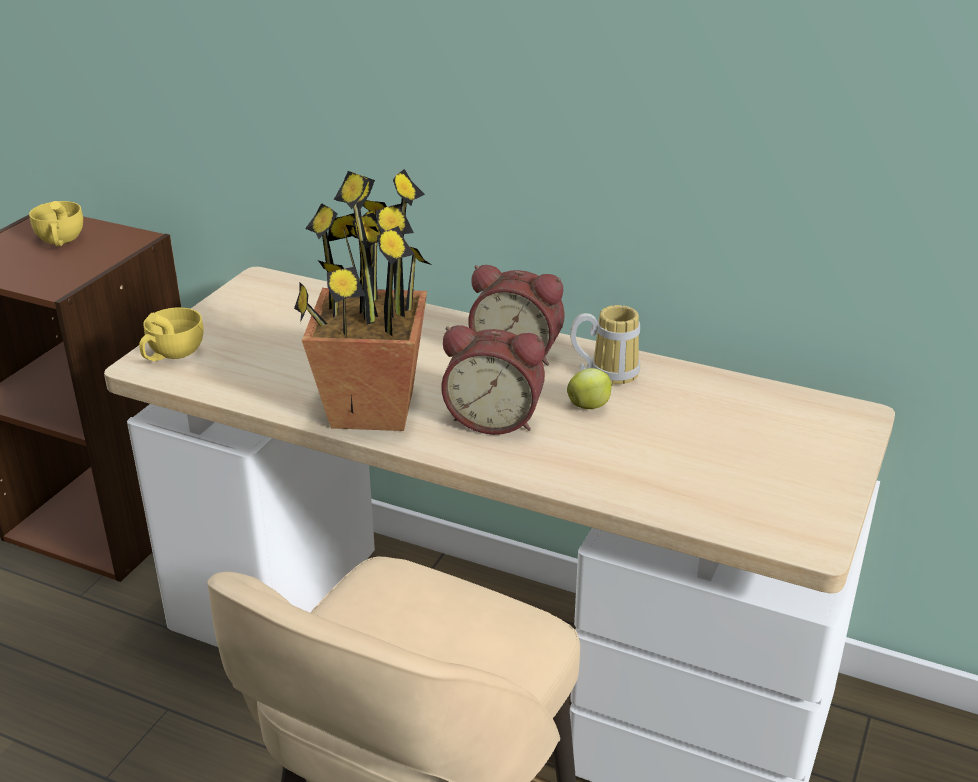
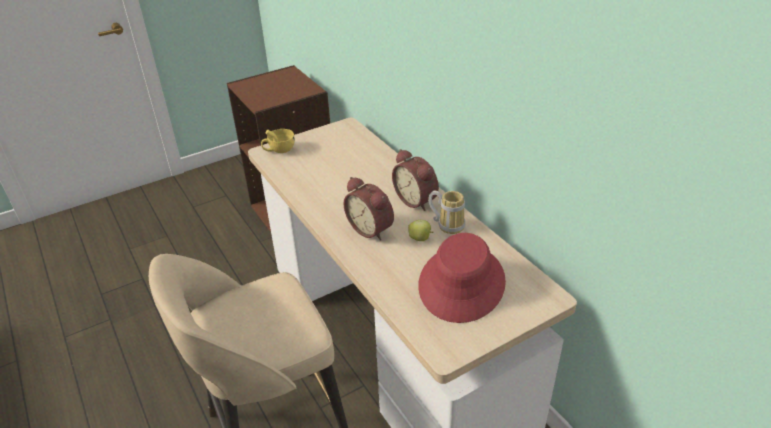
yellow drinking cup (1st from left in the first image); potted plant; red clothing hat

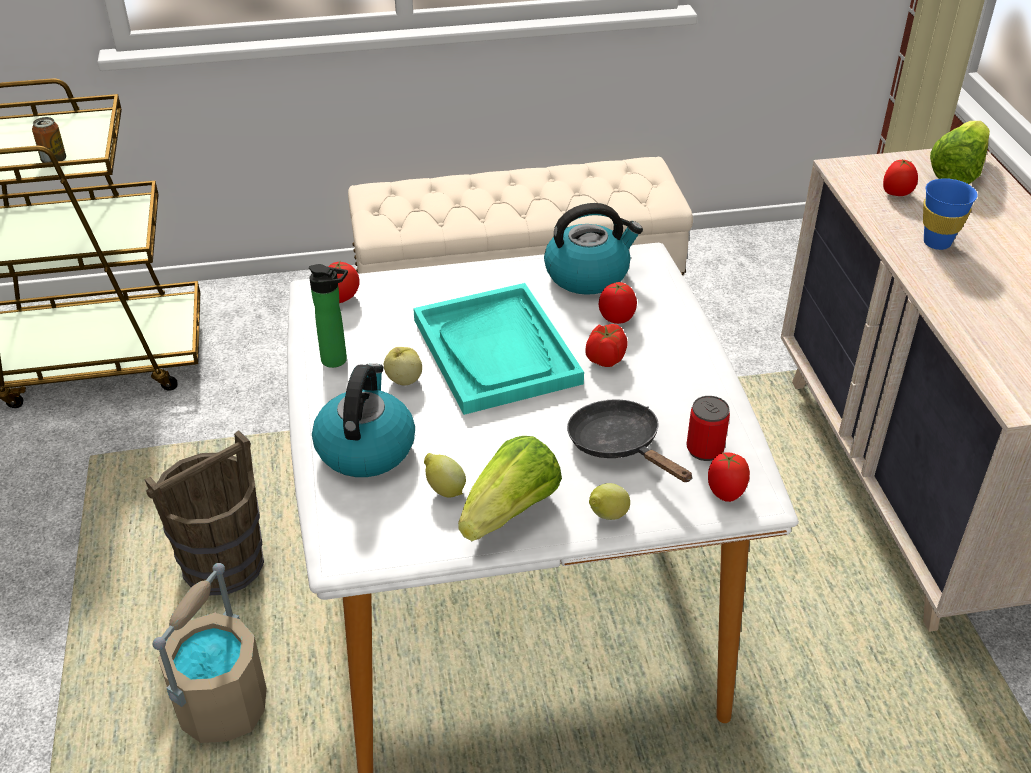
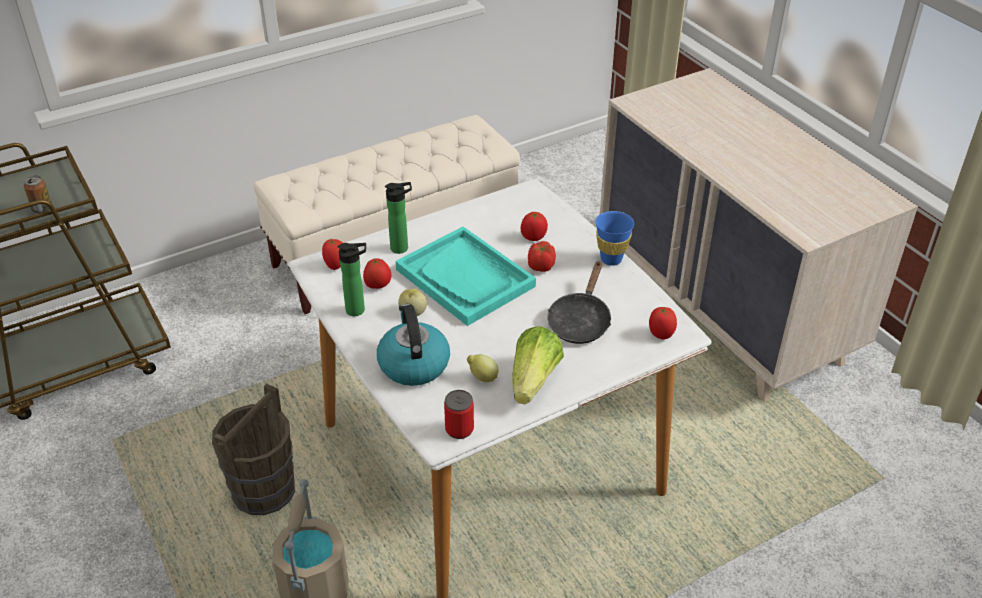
kettle (2nd from left in the first image); citrus fruit (2nd from left in the first image); lettuce head (2nd from left in the first image); beverage bottle (2nd from left); can (2nd from left); whole tomato (2nd from left); bluish drinking cup; black frying pan

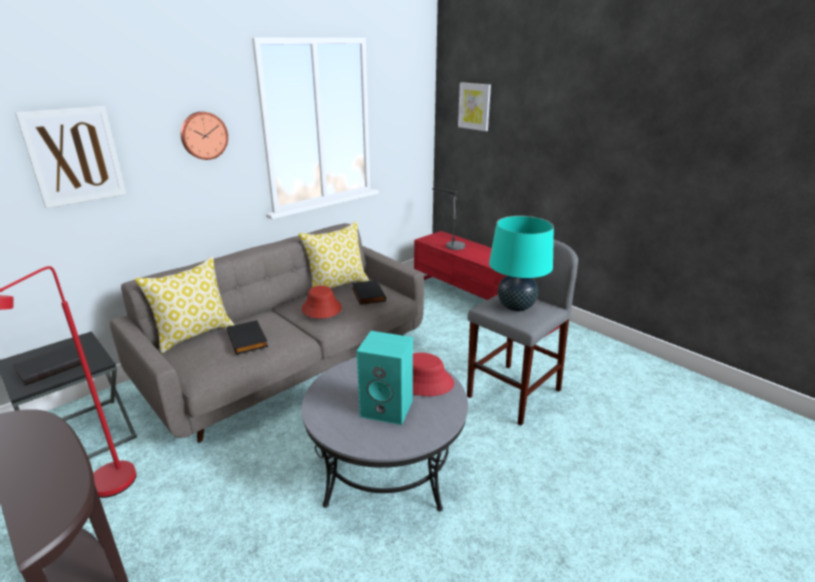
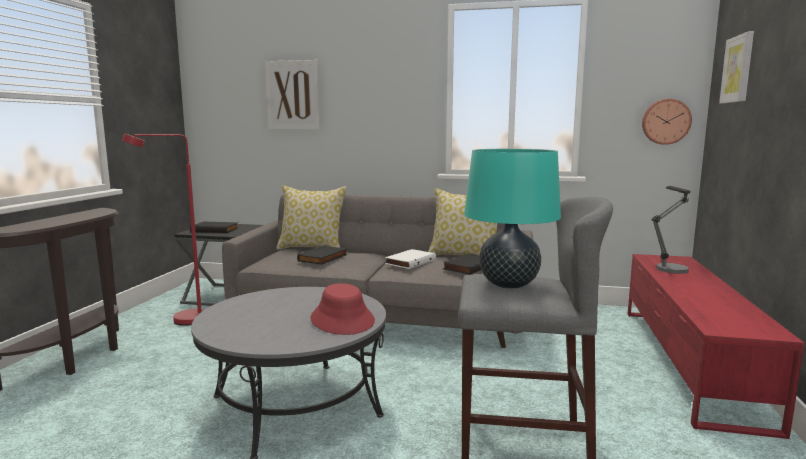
turquoise loudspeaker; hanging clock; whitish bound book

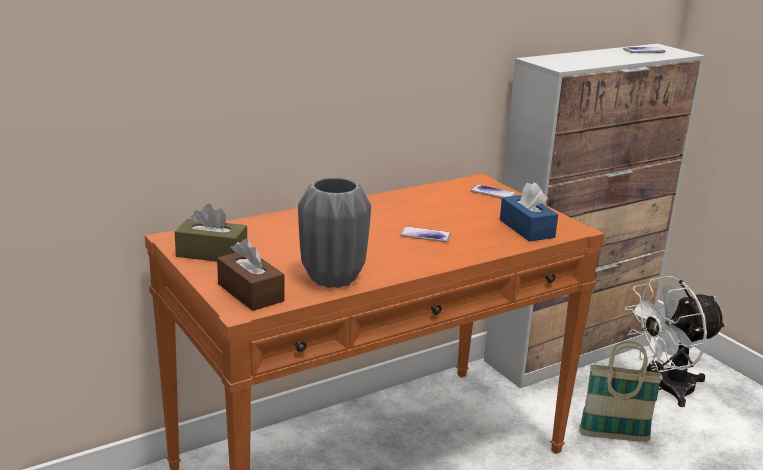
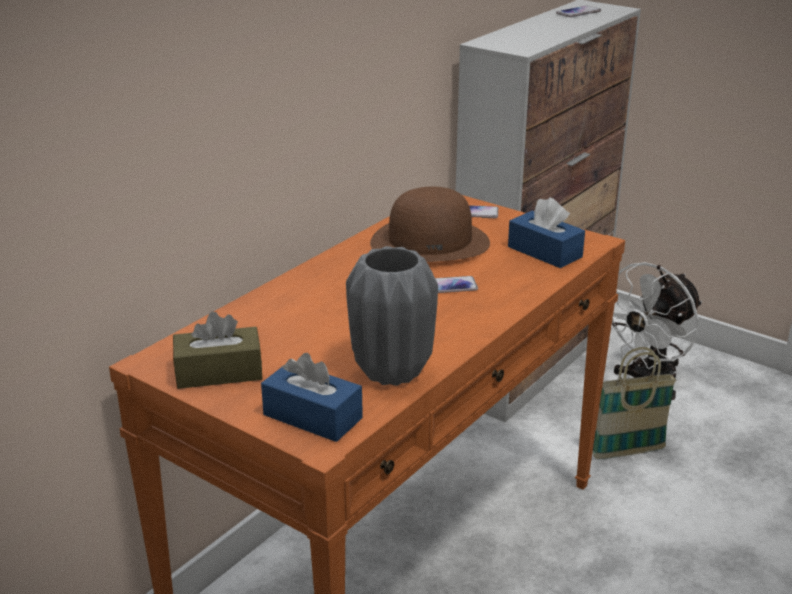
brown-coloured clothing hat; bluish tissue holder (1st from left)

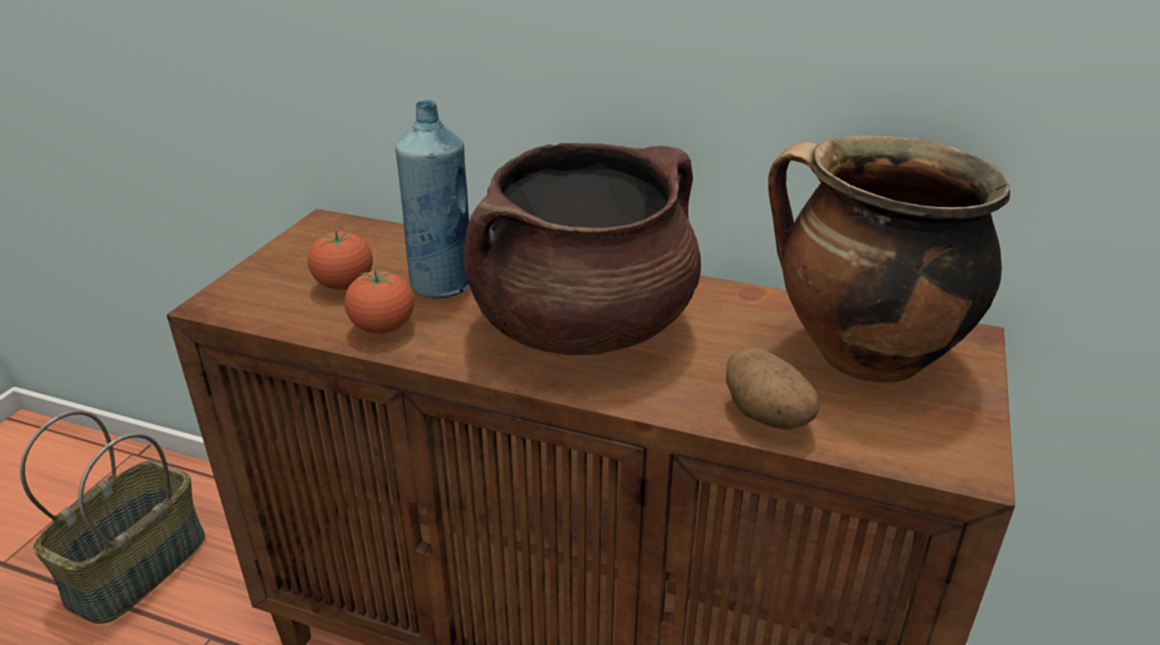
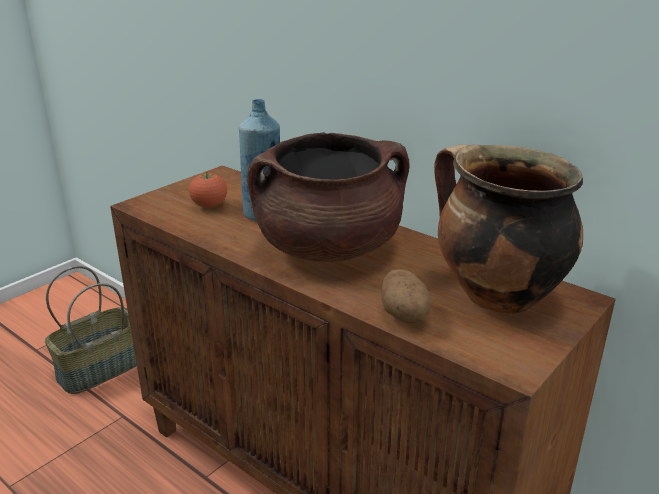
whole tomato (2nd from left in the first image)

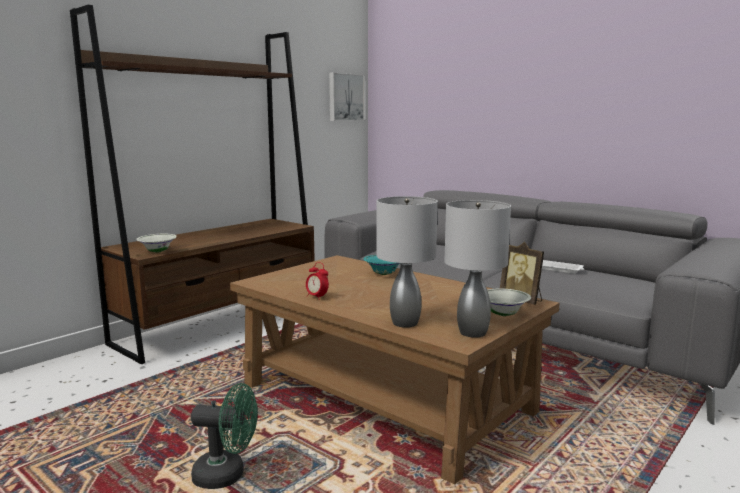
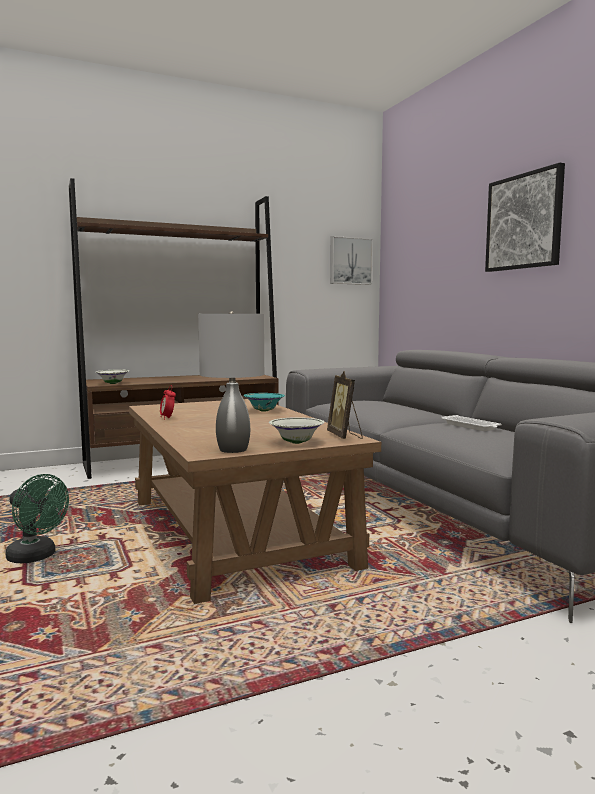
grey lamp for a table (1st from left in the first image); wall art (2nd from left)

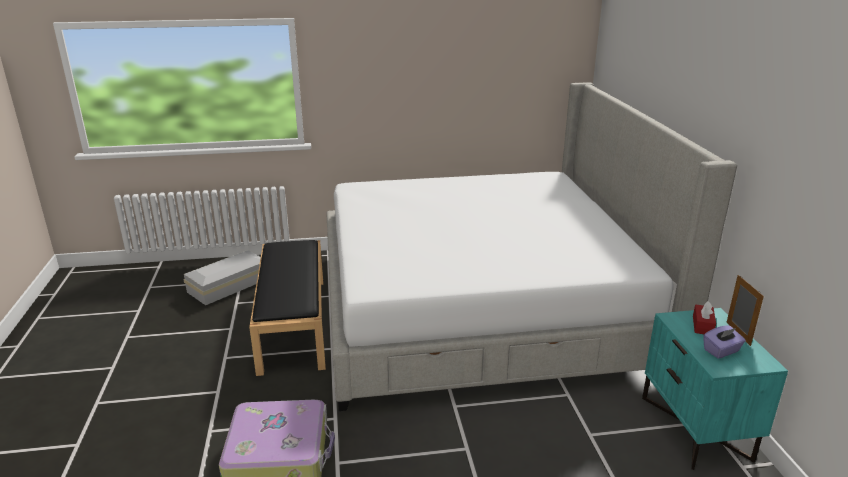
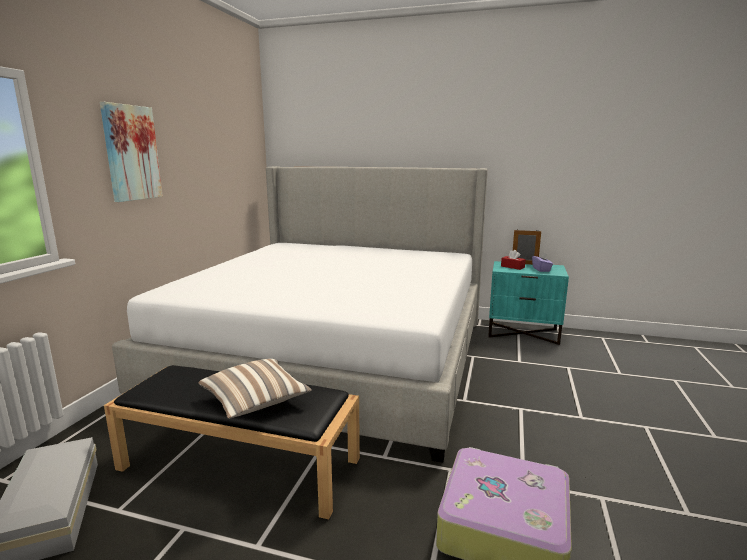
wall art; pillow

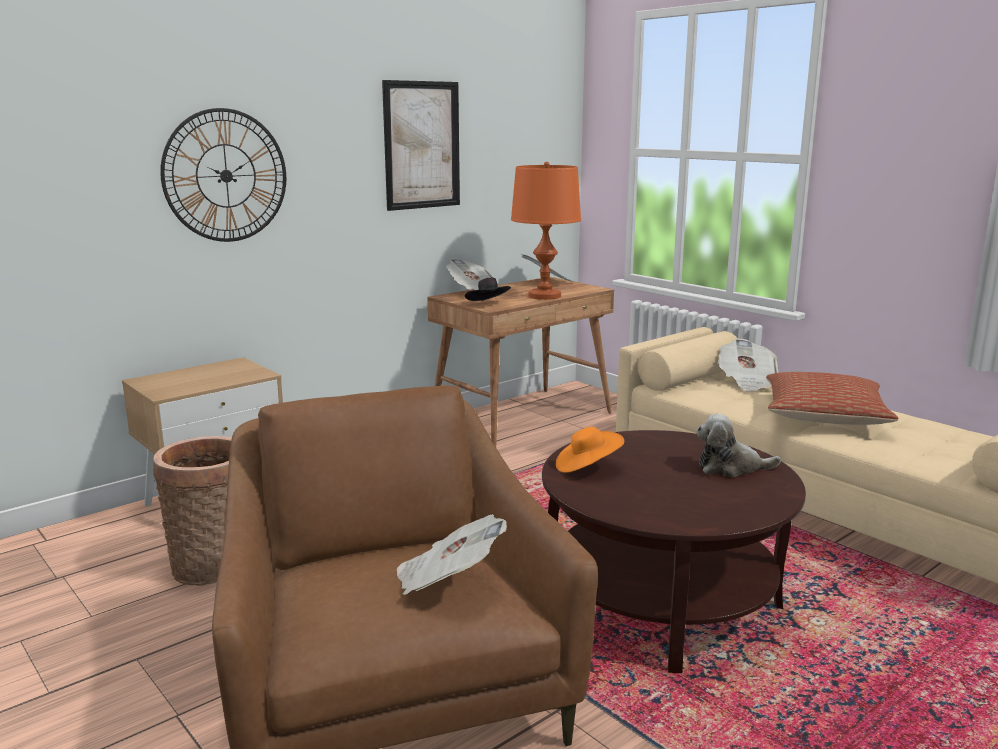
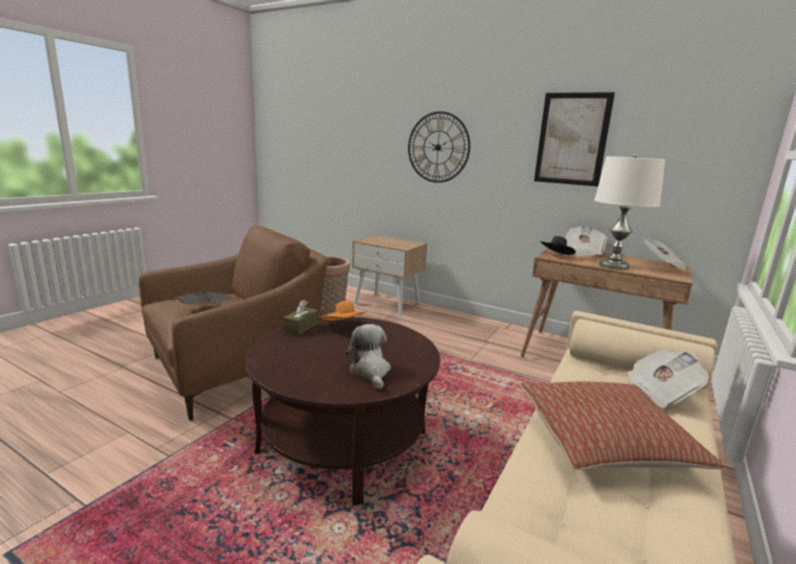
brown-coloured tissue holder; whitish lamp for a table

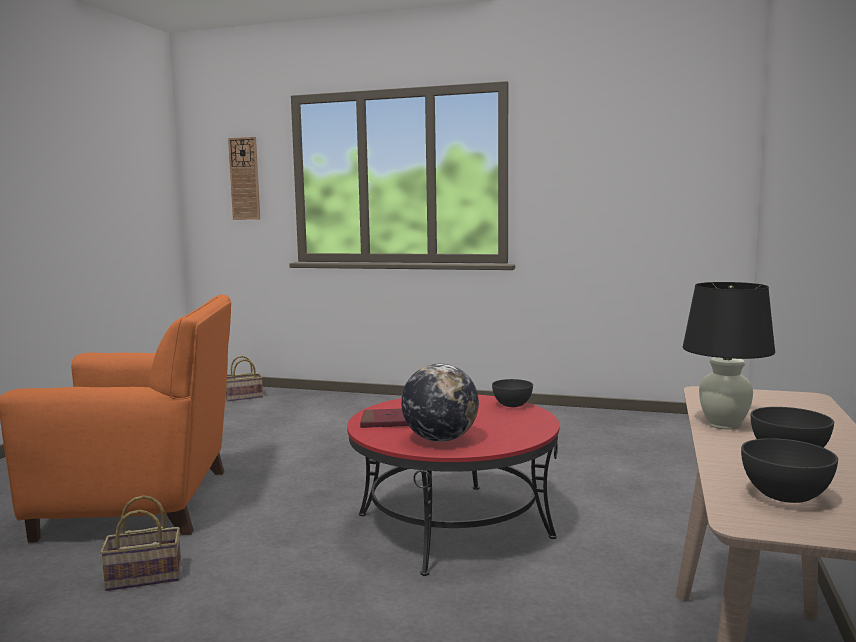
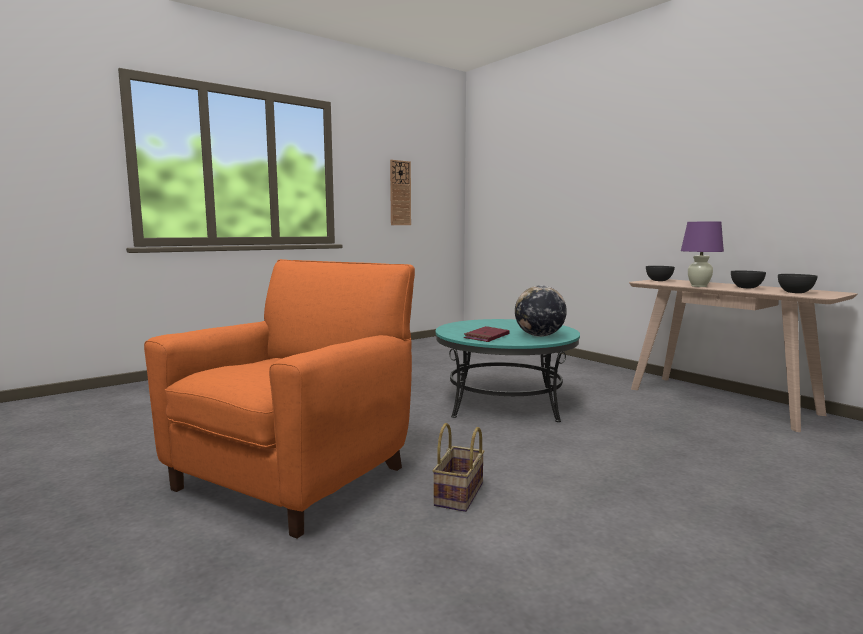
basket (2nd from left in the first image); hanging clock; grey bowl (1st from left); turquoise coffee table; purple lamp for a table

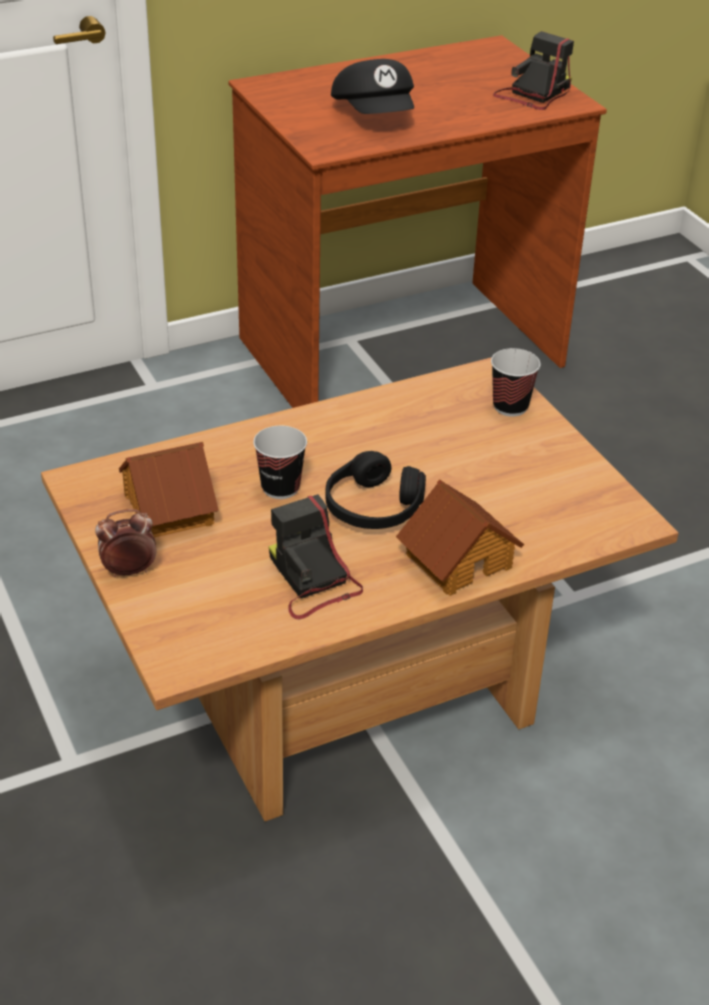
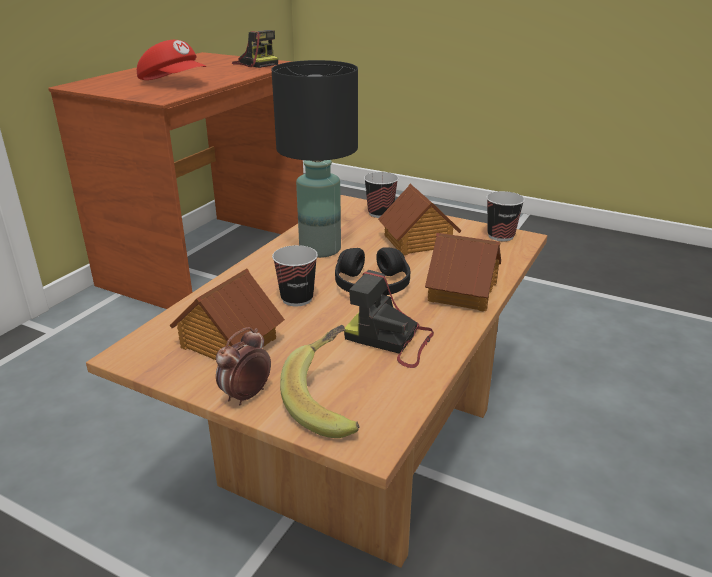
black lamp for a table; banana fruit; model house (2nd from left); drinking cup (3rd from left); red baseball cap; still camera (1st from left)

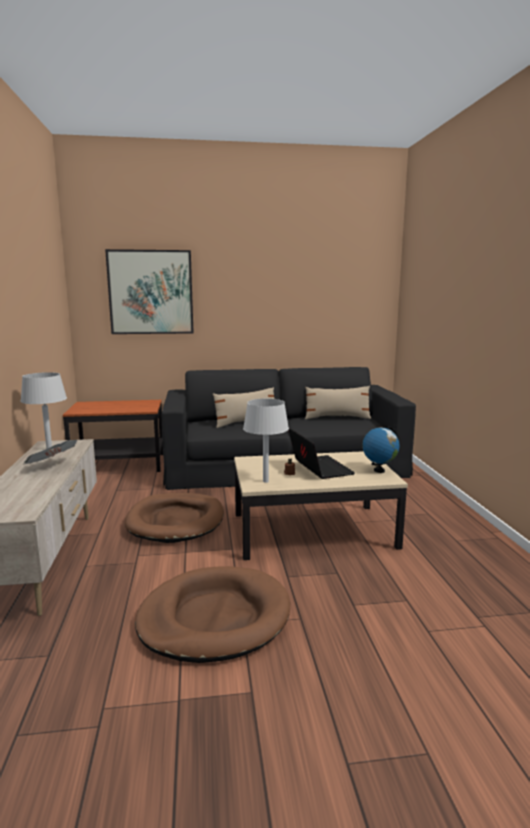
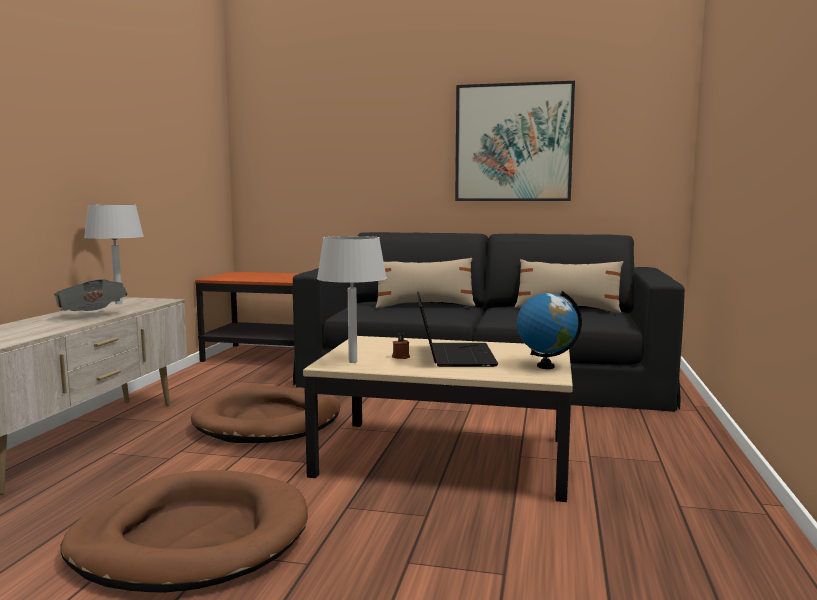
wall art

